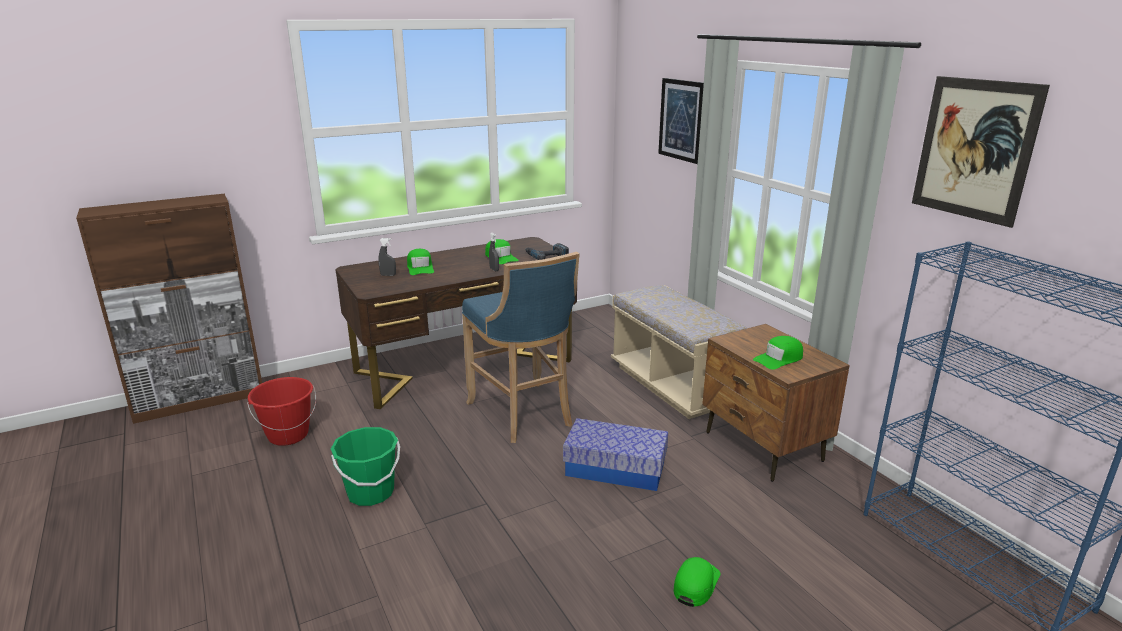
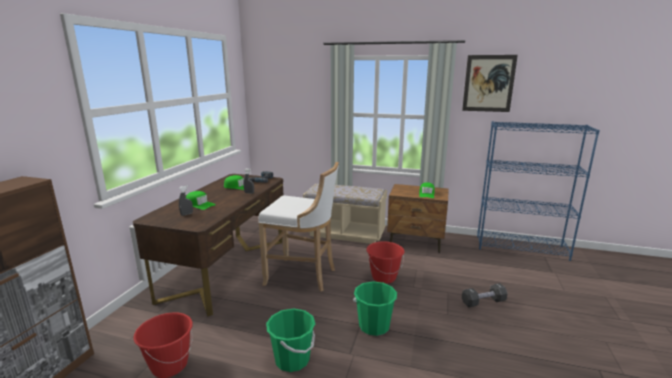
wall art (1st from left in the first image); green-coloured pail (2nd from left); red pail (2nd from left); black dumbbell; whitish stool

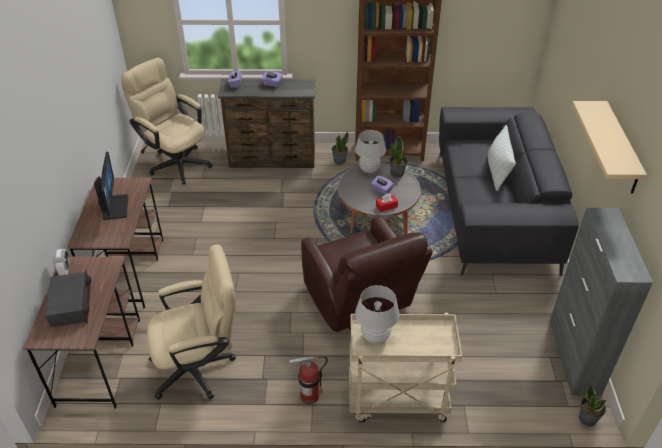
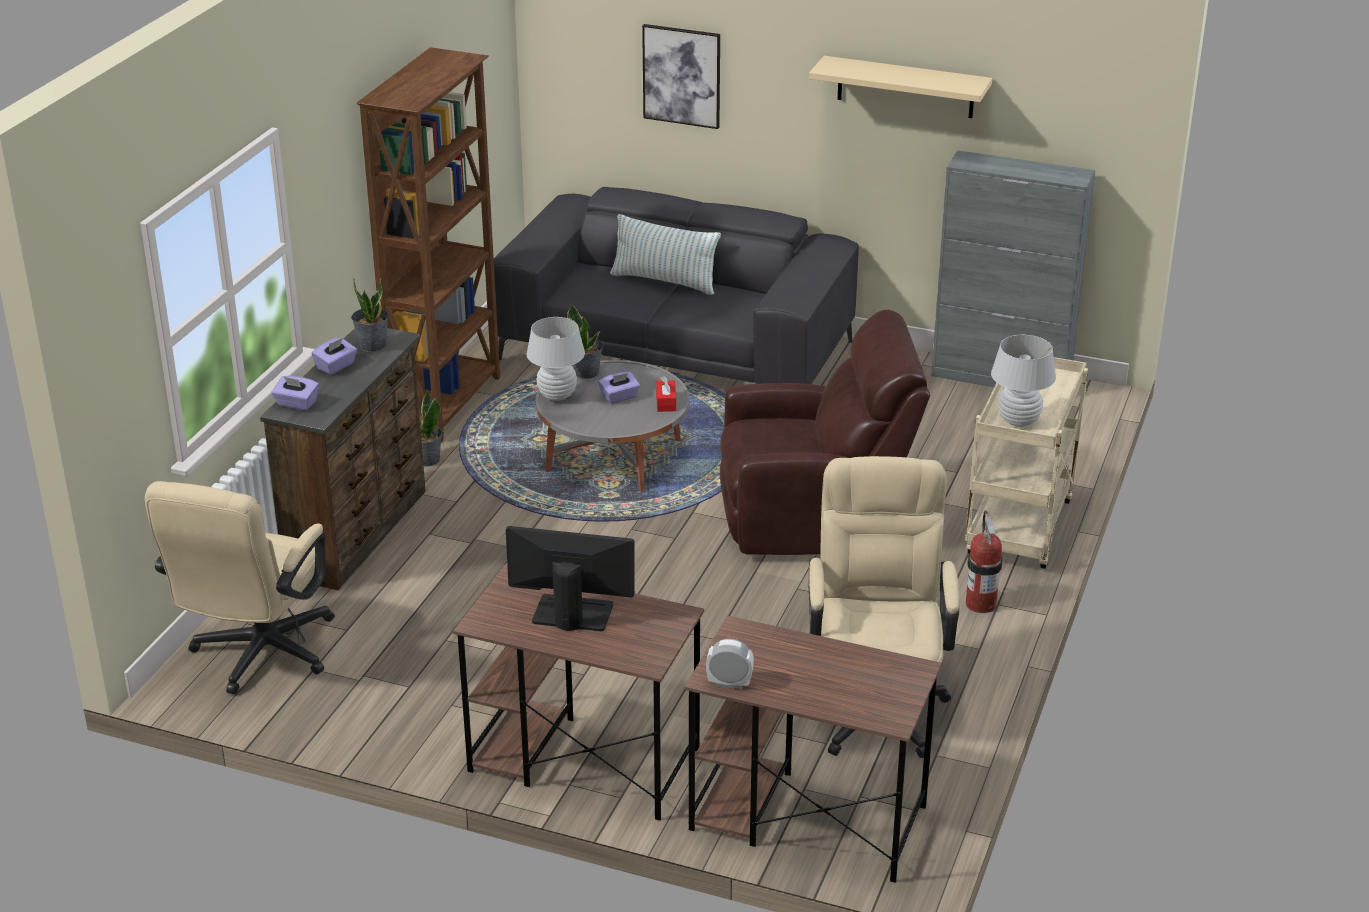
radio set; wall art; potted plant (1st from left); beige-coloured desk chair (1st from left)

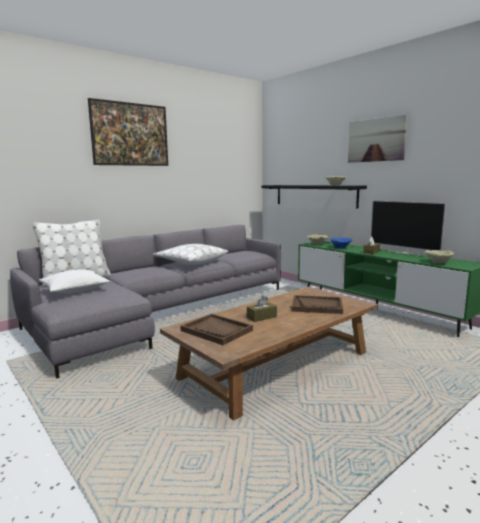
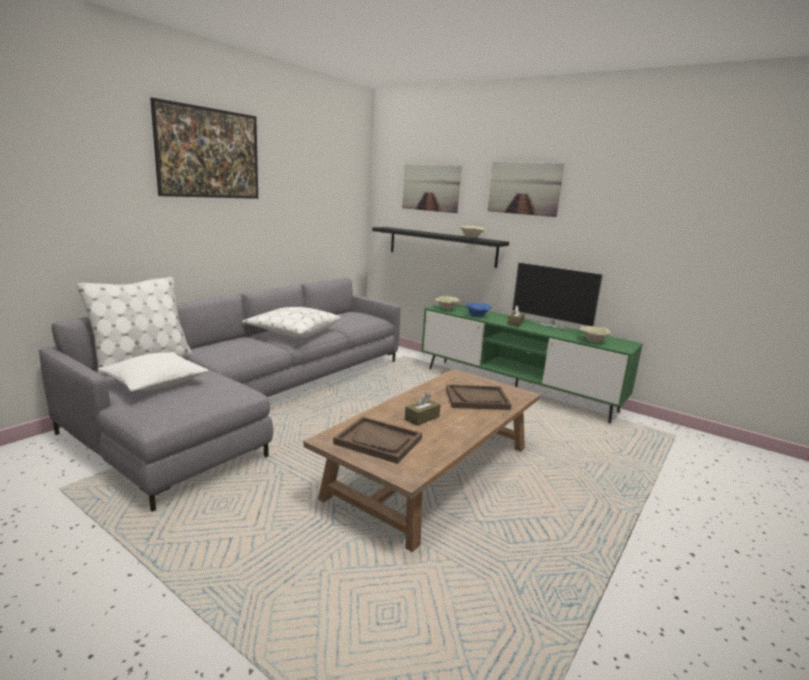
wall art (2nd from left)

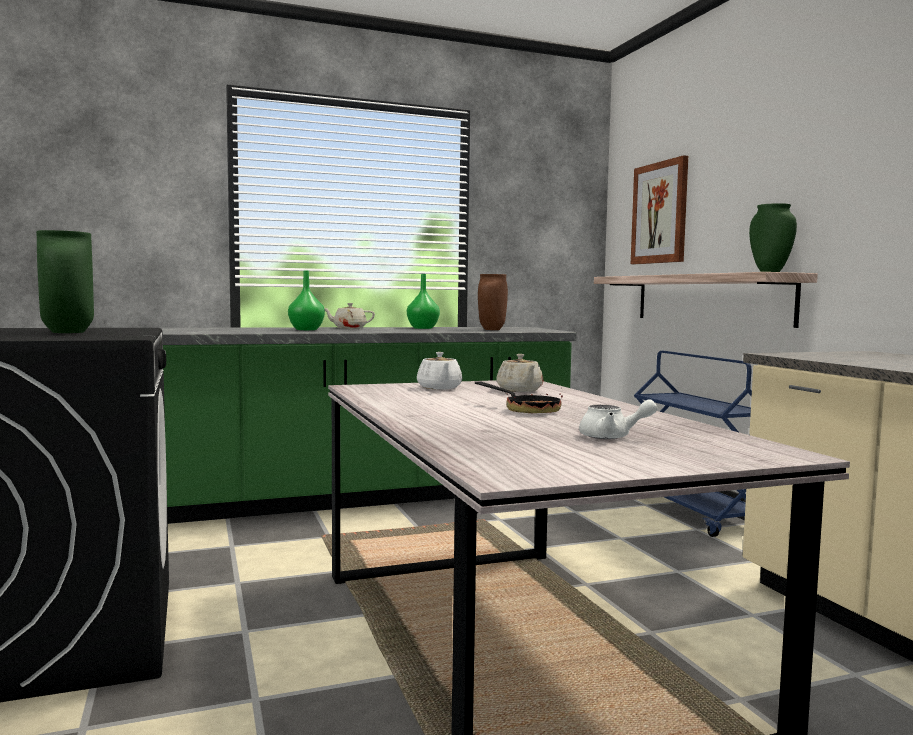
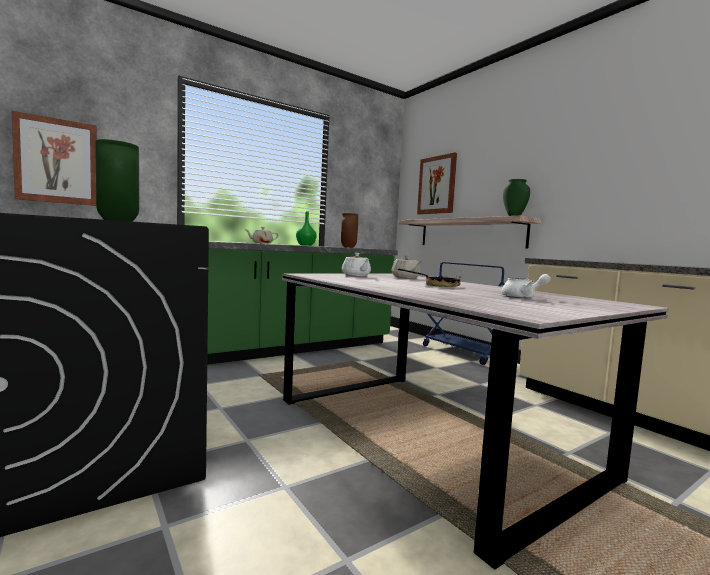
green-coloured flower vase (2nd from left in the first image); wall art (1st from left)

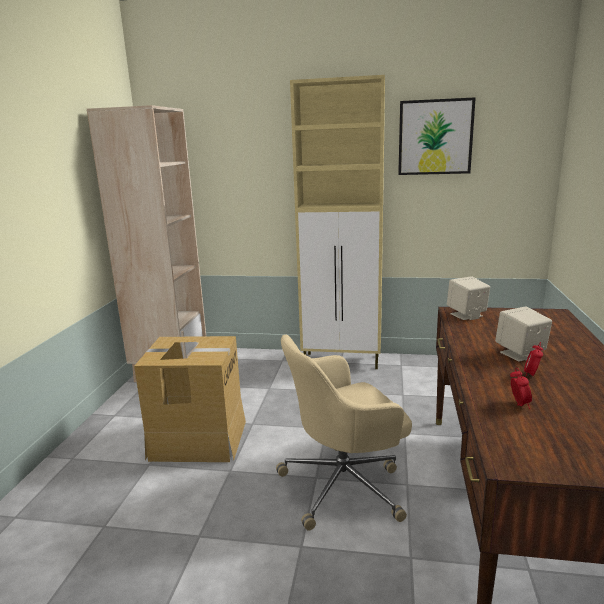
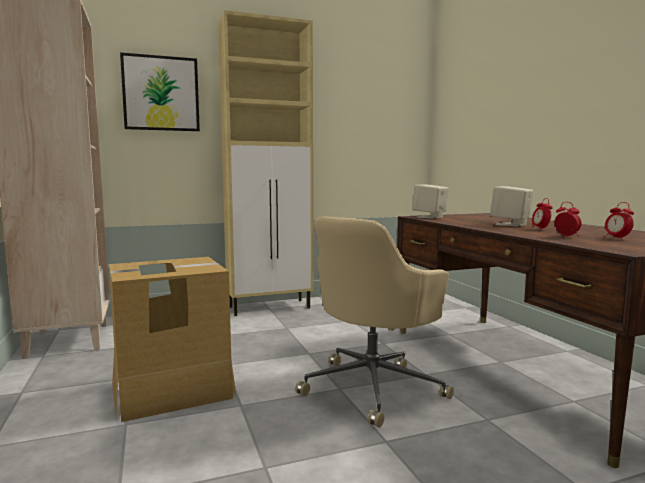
bedside clock (3rd from left); wall art

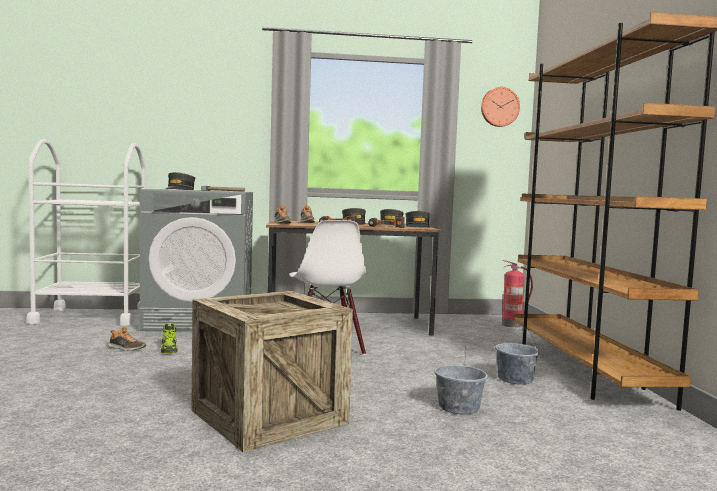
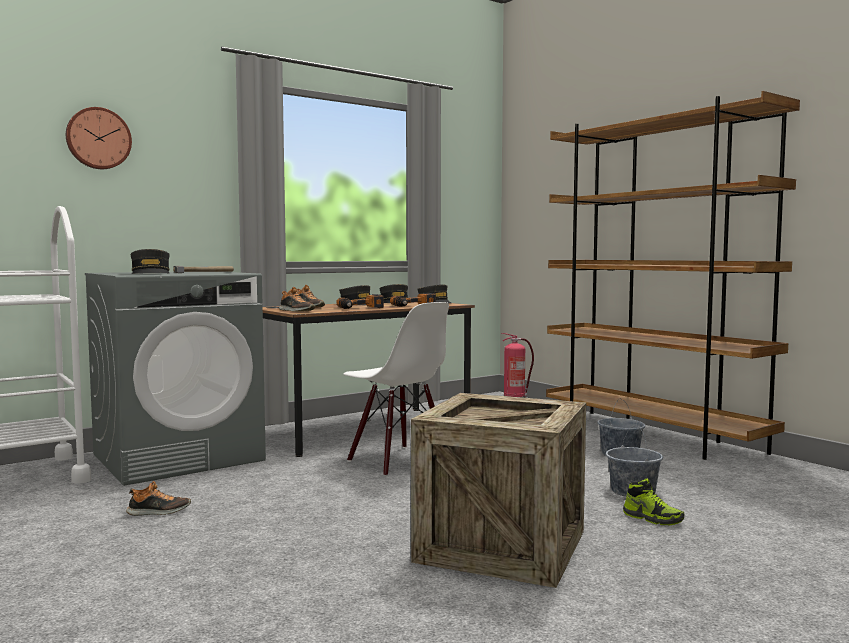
shoe (4th from left); hanging clock

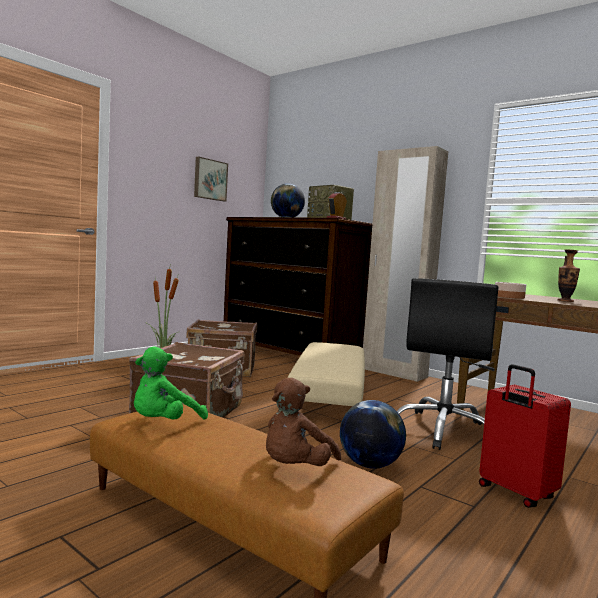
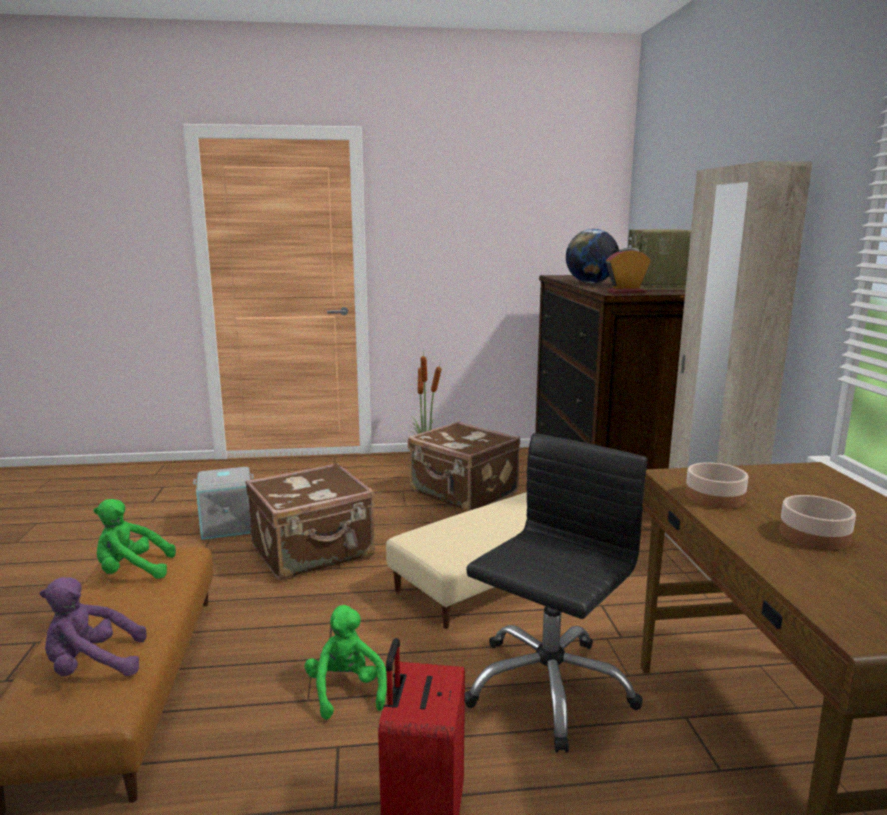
wall art; grey storage box; green-coloured soft toy (2nd from left); bowl (2nd from left); purple soft toy; black desk chair

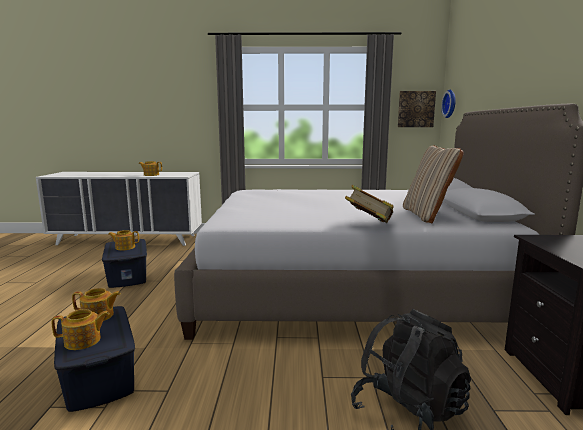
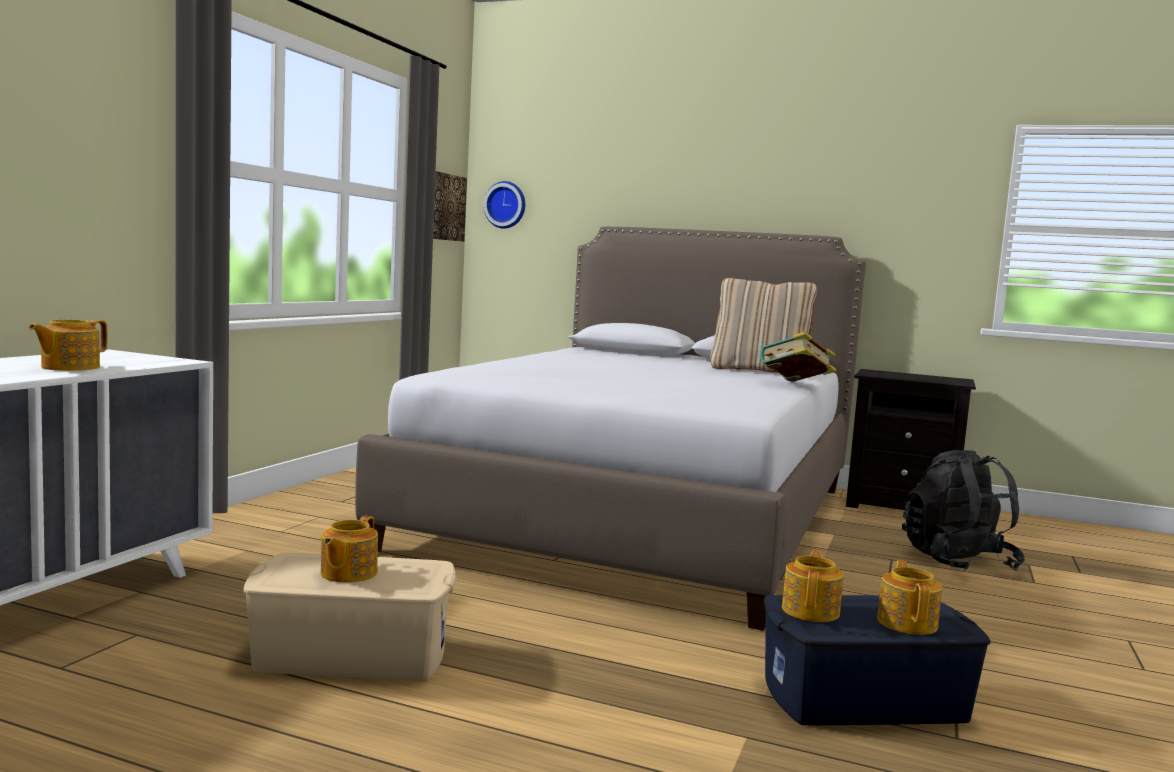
beige-coloured storage box

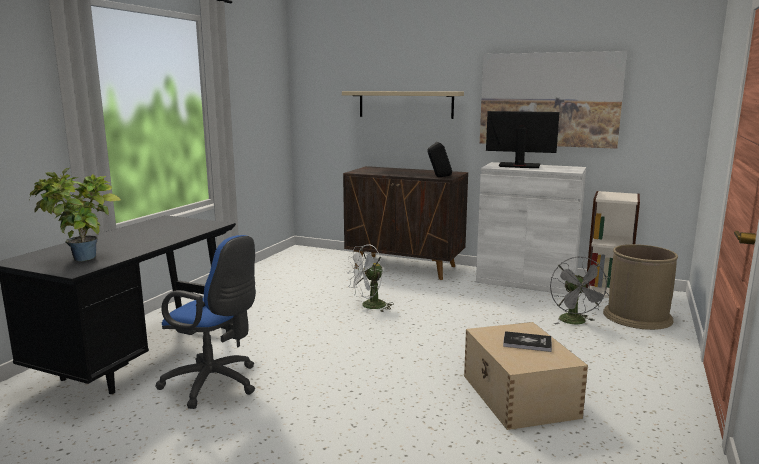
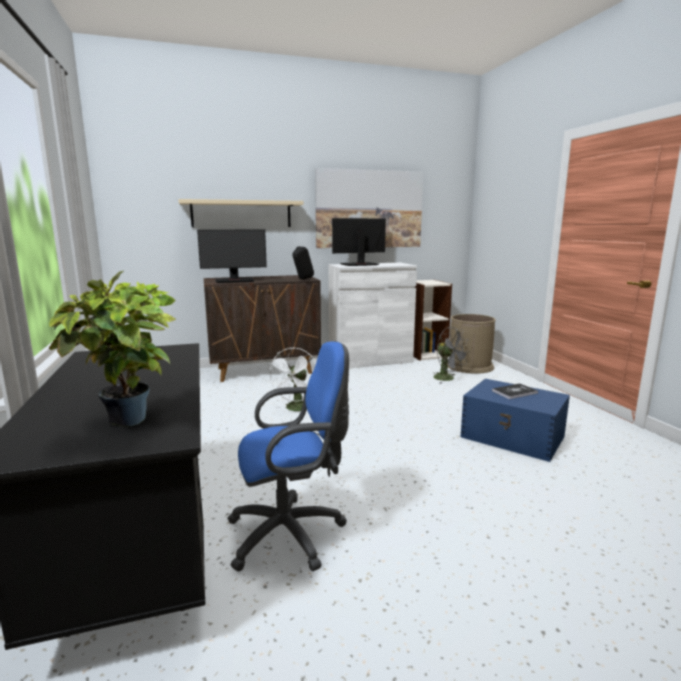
computer display (1st from left); bluish storage box

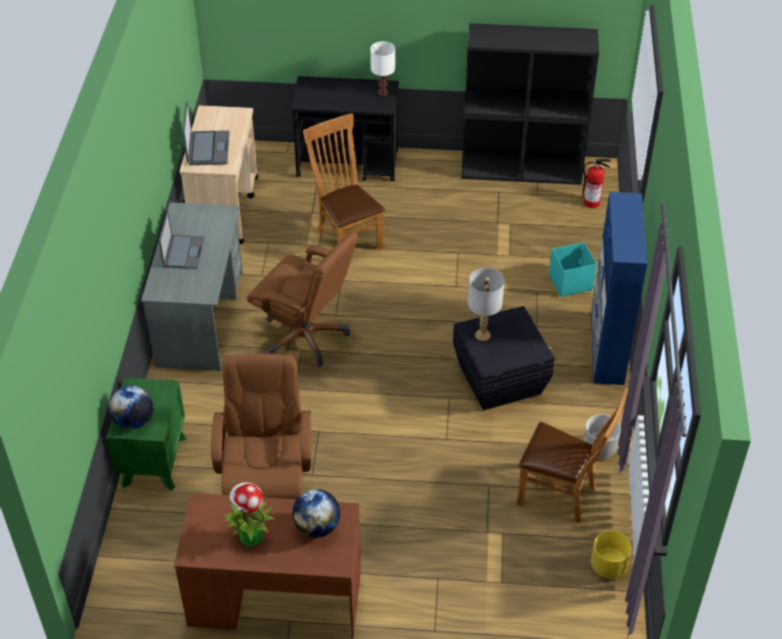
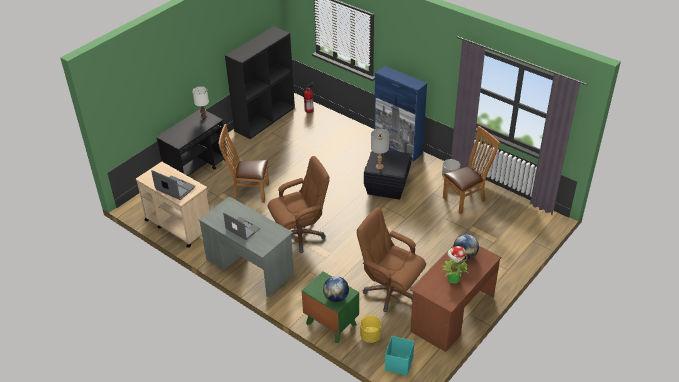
turquoise storage box; yellow planter

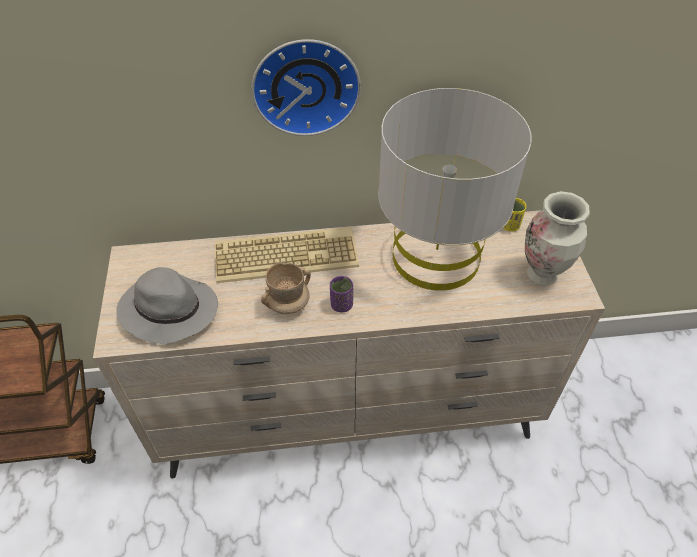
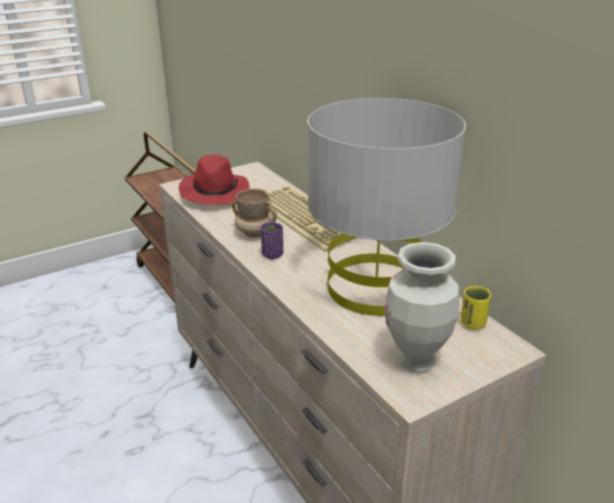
hanging clock; red clothing hat

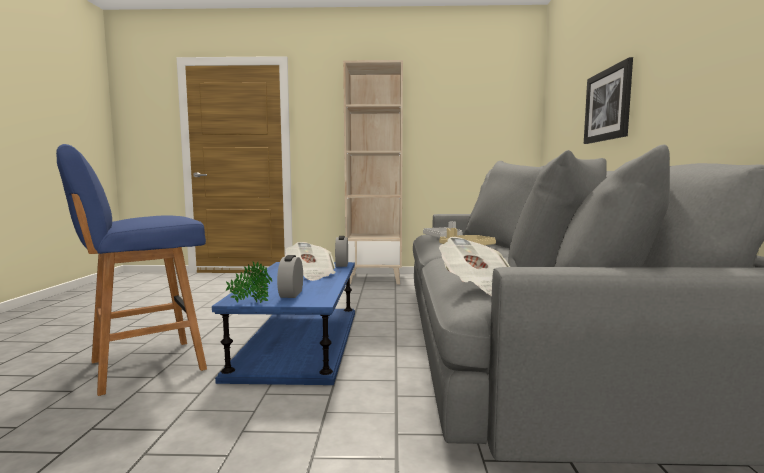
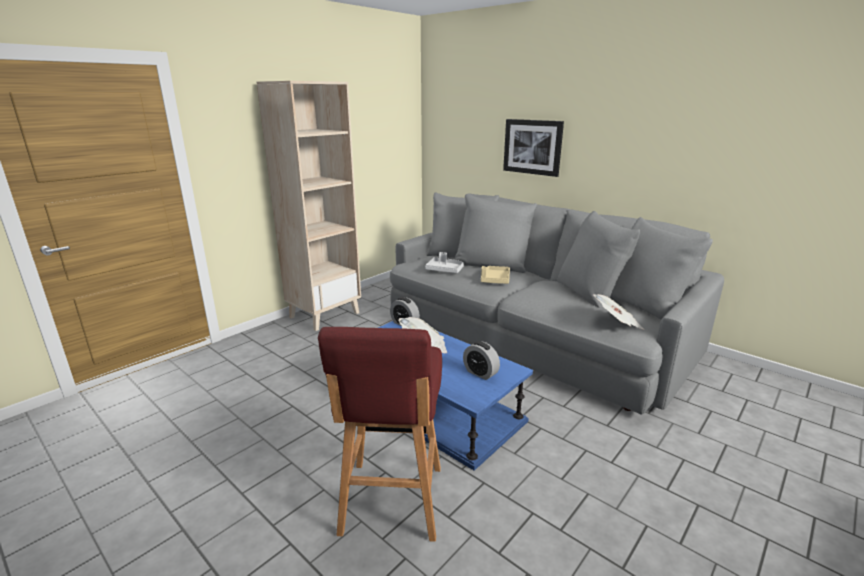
potted plant; red stool

